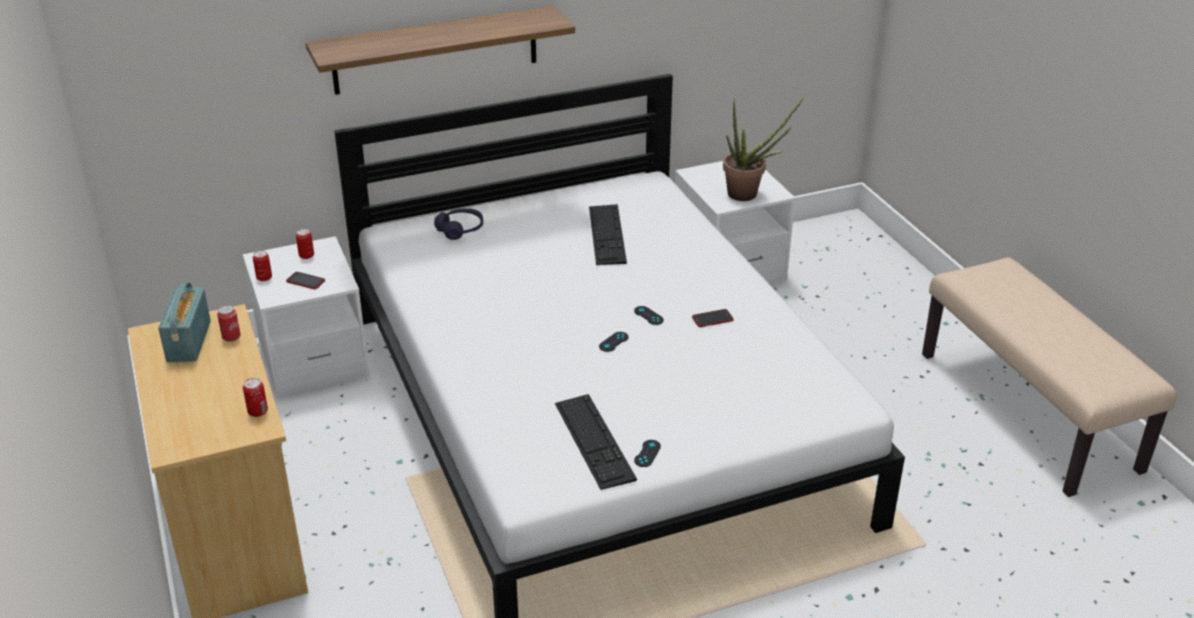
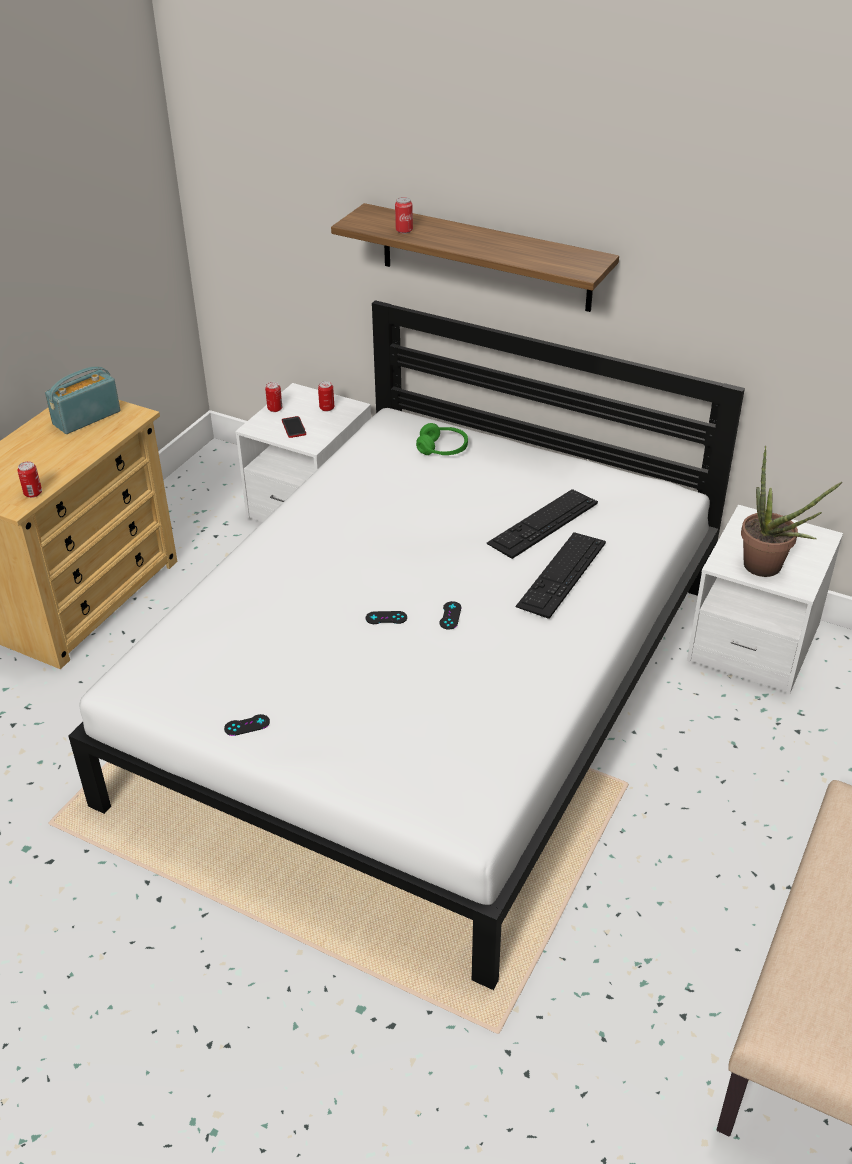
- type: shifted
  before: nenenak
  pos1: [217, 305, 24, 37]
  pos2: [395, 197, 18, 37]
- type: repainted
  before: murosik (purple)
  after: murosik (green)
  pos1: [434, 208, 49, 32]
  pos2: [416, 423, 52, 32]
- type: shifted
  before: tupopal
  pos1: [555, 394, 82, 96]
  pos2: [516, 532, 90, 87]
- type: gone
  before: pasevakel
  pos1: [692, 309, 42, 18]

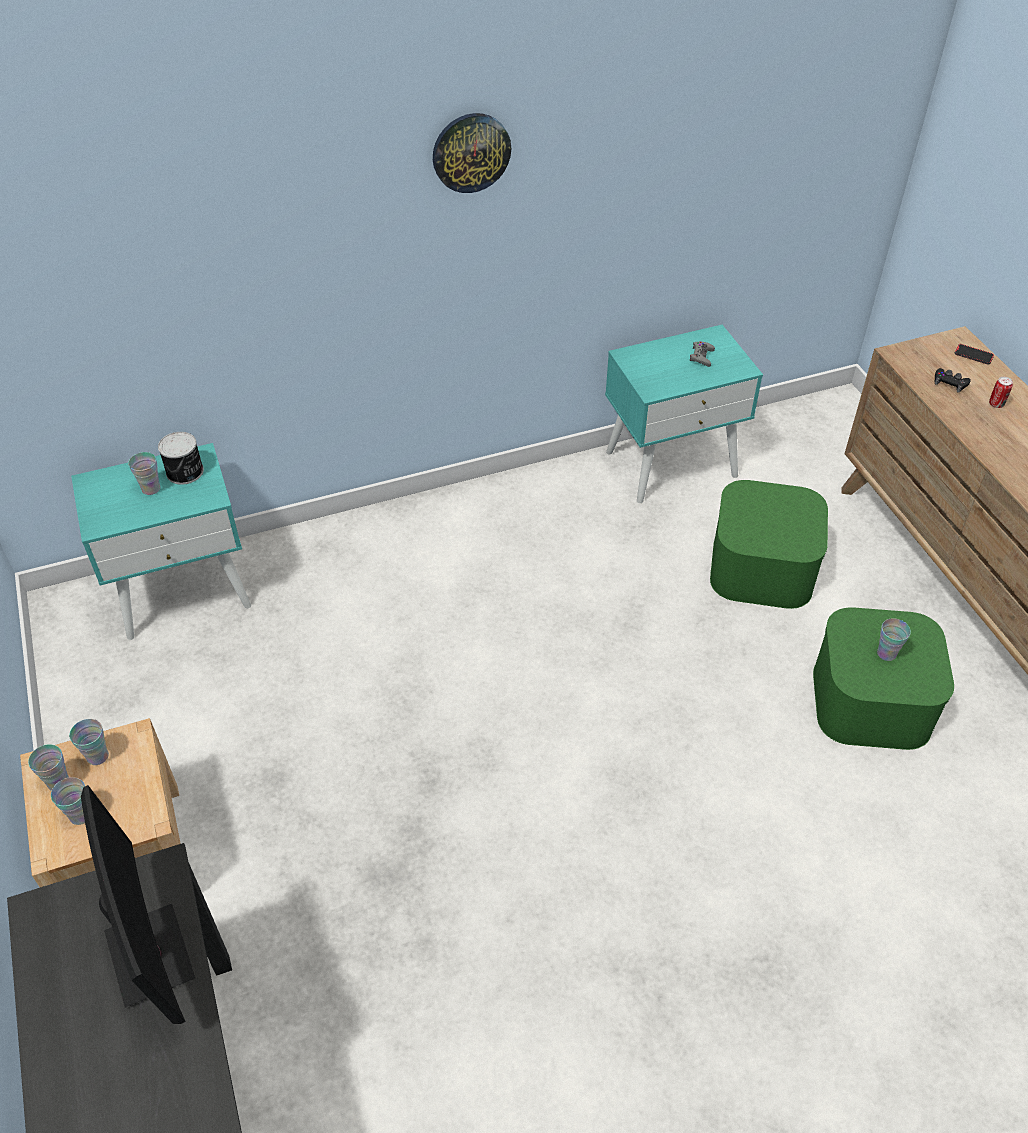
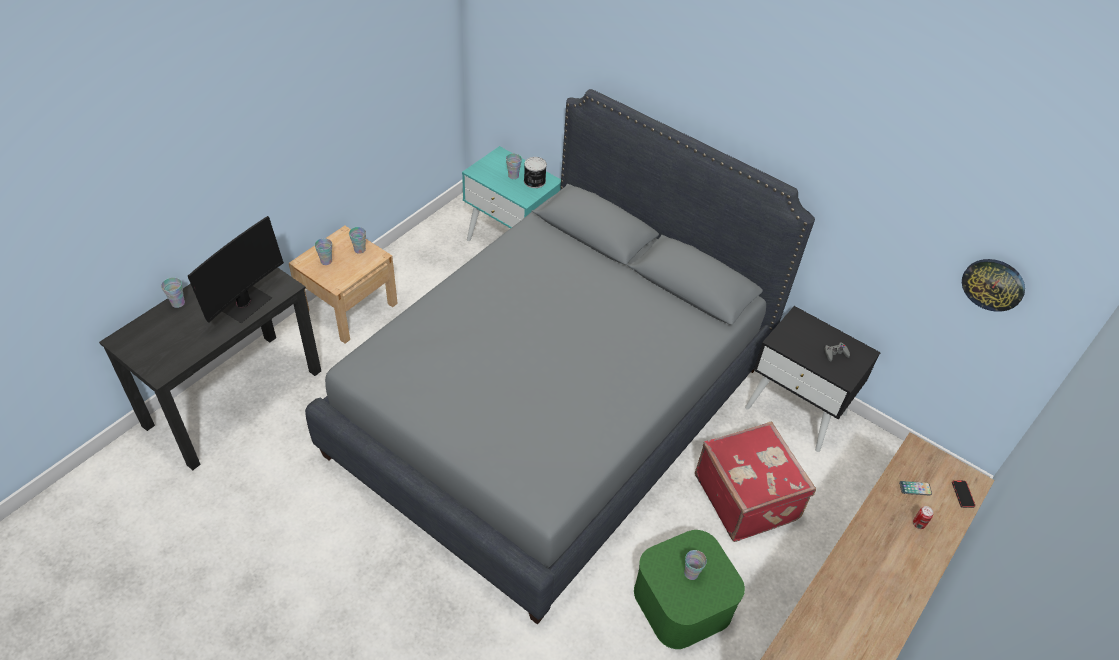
- type: shifted
  before: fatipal
  pos1: [28, 744, 41, 47]
  pos2: [161, 278, 24, 30]
- type: shifted
  before: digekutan
  pos1: [433, 113, 78, 80]
  pos2: [962, 259, 63, 53]
- type: repainted
  before: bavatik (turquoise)
  after: bavatik (black)
  pos1: [605, 325, 158, 178]
  pos2: [745, 306, 136, 146]
- type: swapped
  before: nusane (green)
  after: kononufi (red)
  pos1: [710, 480, 118, 129]
  pos2: [695, 421, 121, 121]
- type: swapped
  before: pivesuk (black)
  after: pasevakel
  pos1: [935, 368, 36, 25]
  pos2: [899, 481, 33, 14]
- type: new
  after: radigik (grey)
  pos2: [305, 89, 510, 536]

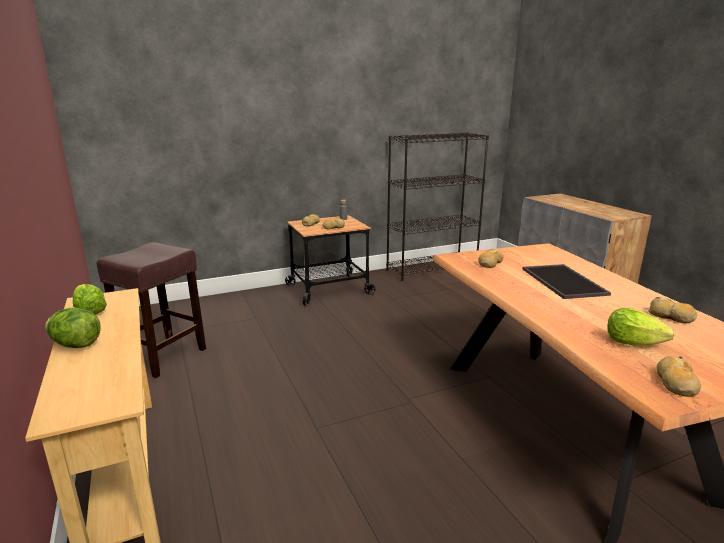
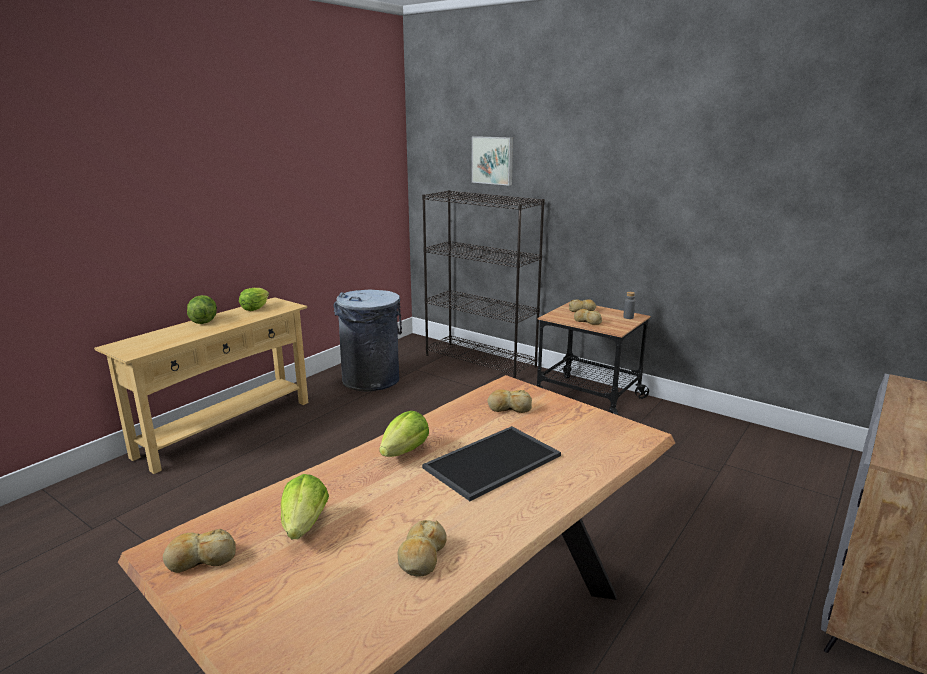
- type: swapped
  before: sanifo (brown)
  after: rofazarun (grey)
  pos1: [97, 242, 109, 136]
  pos2: [333, 290, 69, 101]
- type: shifted
  before: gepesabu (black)
  pos1: [386, 132, 103, 149]
  pos2: [422, 190, 123, 189]
- type: new
  after: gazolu
  pos2: [379, 411, 50, 46]
- type: new
  after: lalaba
  pos2: [472, 136, 41, 50]

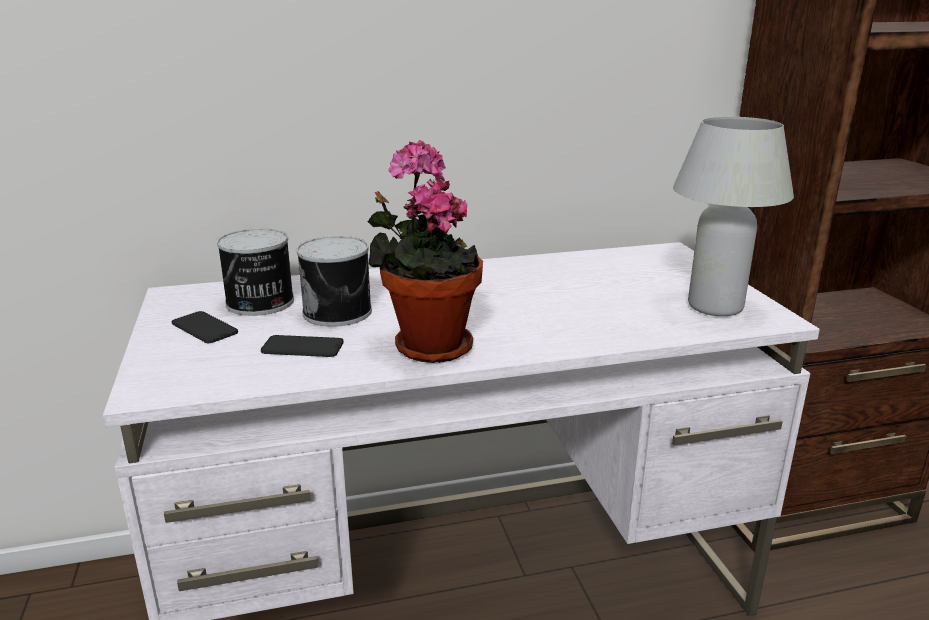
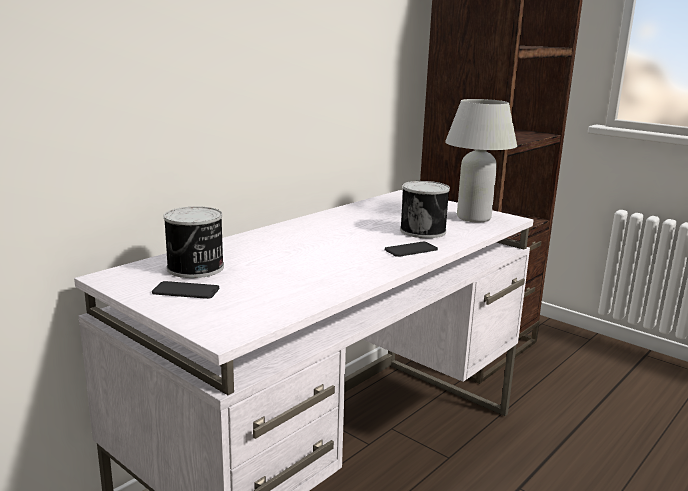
- type: shifted
  before: pasevakel
  pos1: [261, 335, 83, 22]
  pos2: [385, 242, 53, 15]
- type: shifted
  before: nenenak
  pos1: [296, 236, 76, 91]
  pos2: [400, 181, 50, 57]
- type: gone
  before: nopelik
  pos1: [368, 140, 115, 223]

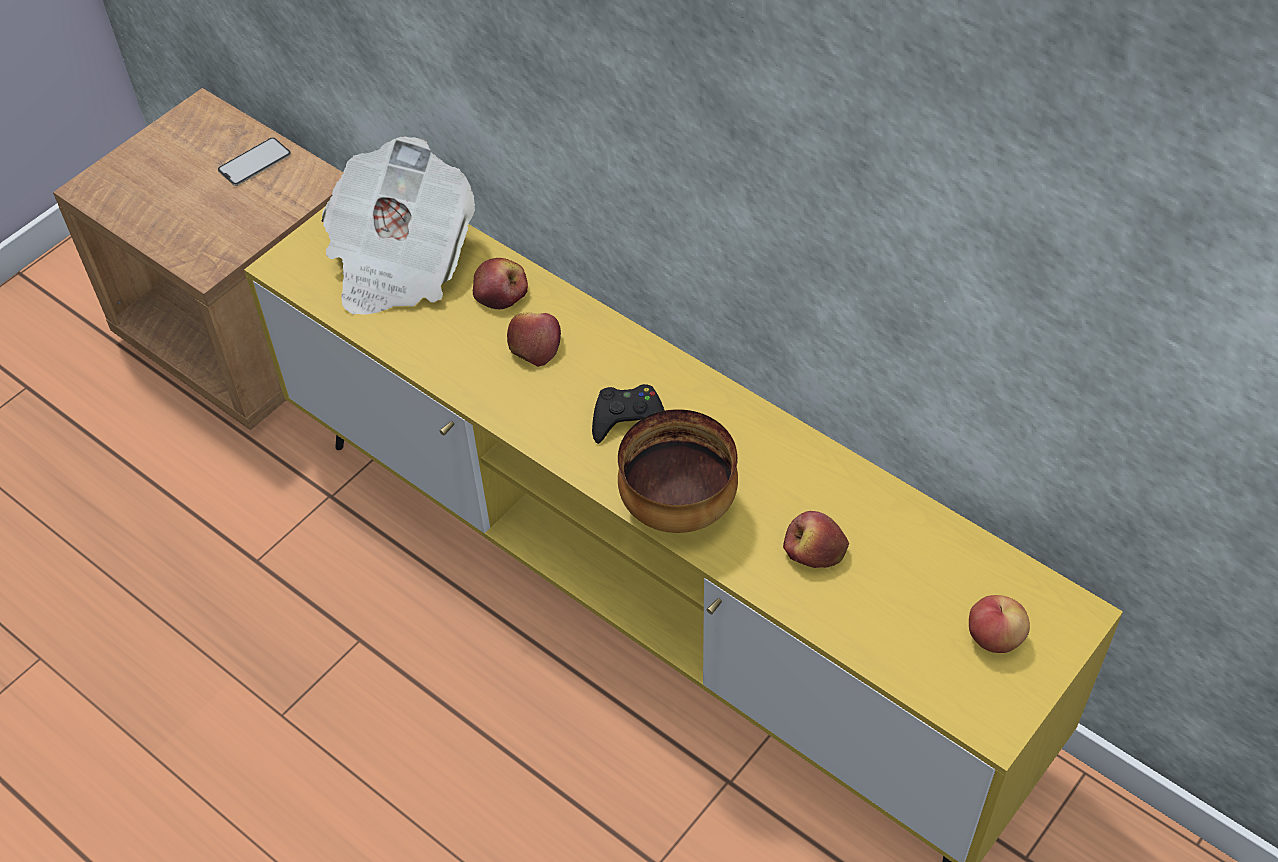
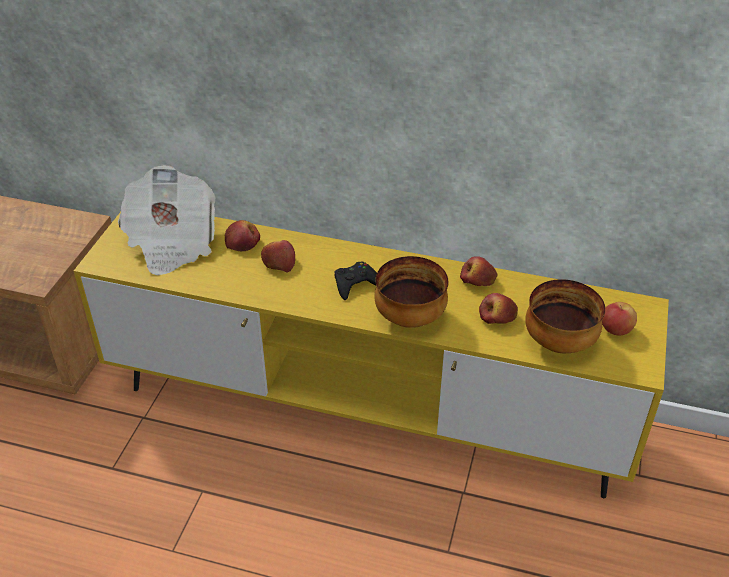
- type: gone
  before: pasevakel
  pos1: [218, 137, 73, 49]
- type: new
  after: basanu
  pos2: [460, 256, 38, 30]
- type: new
  after: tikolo
  pos2: [525, 279, 80, 74]

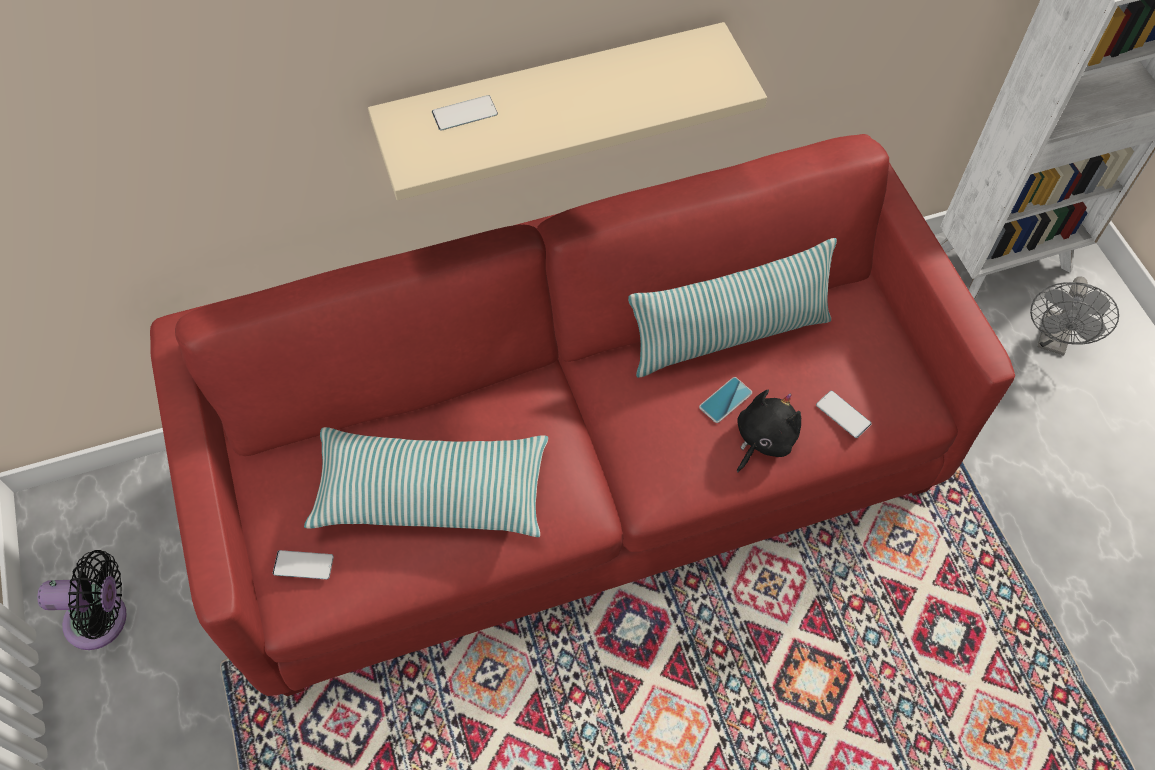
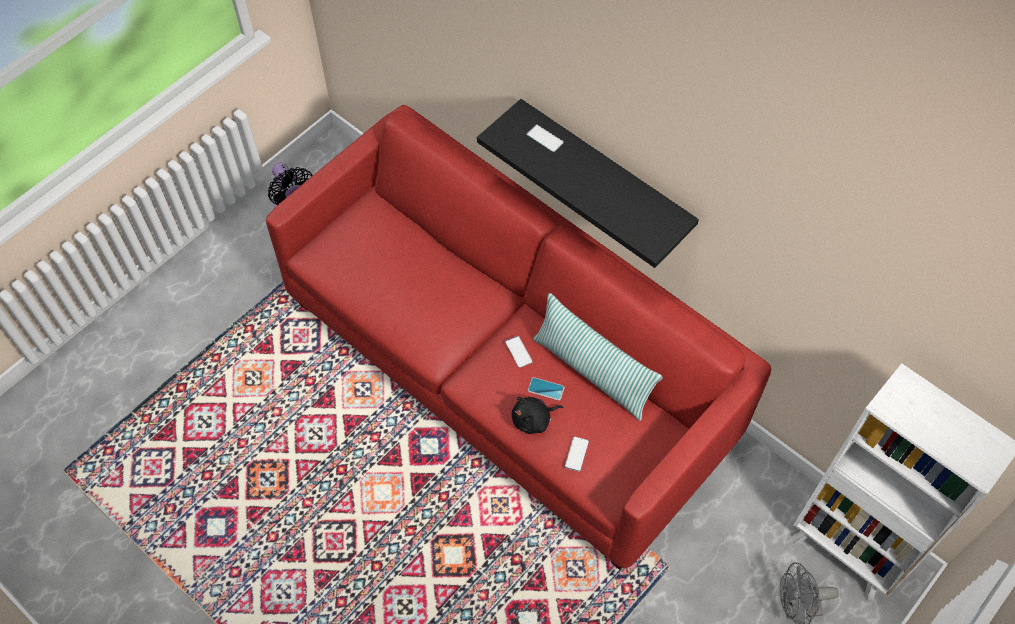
- type: shifted
  before: pasevakel
  pos1: [273, 550, 61, 29]
  pos2: [505, 336, 28, 32]
- type: gone
  before: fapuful
  pos1: [304, 427, 244, 110]
- type: repainted
  before: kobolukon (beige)
  after: kobolukon (black)
  pos1: [368, 22, 399, 179]
  pos2: [477, 99, 222, 169]
- type: rotated
  before: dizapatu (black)
  pos1: [737, 390, 64, 82]
  pos2: [512, 397, 51, 37]
  turn: 150

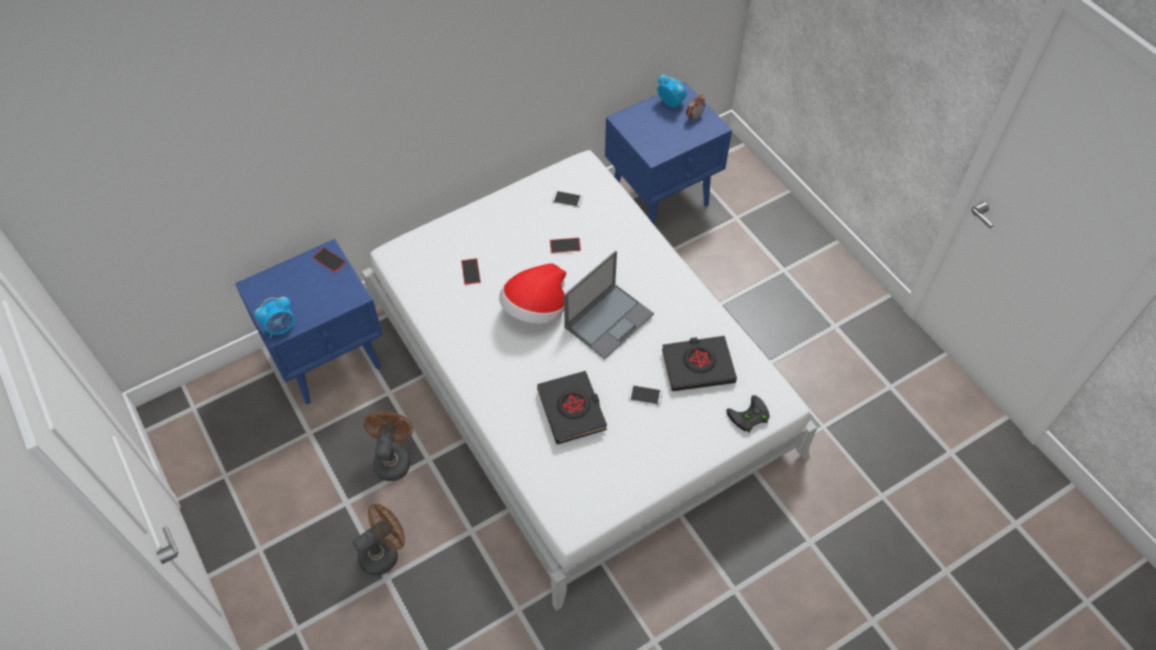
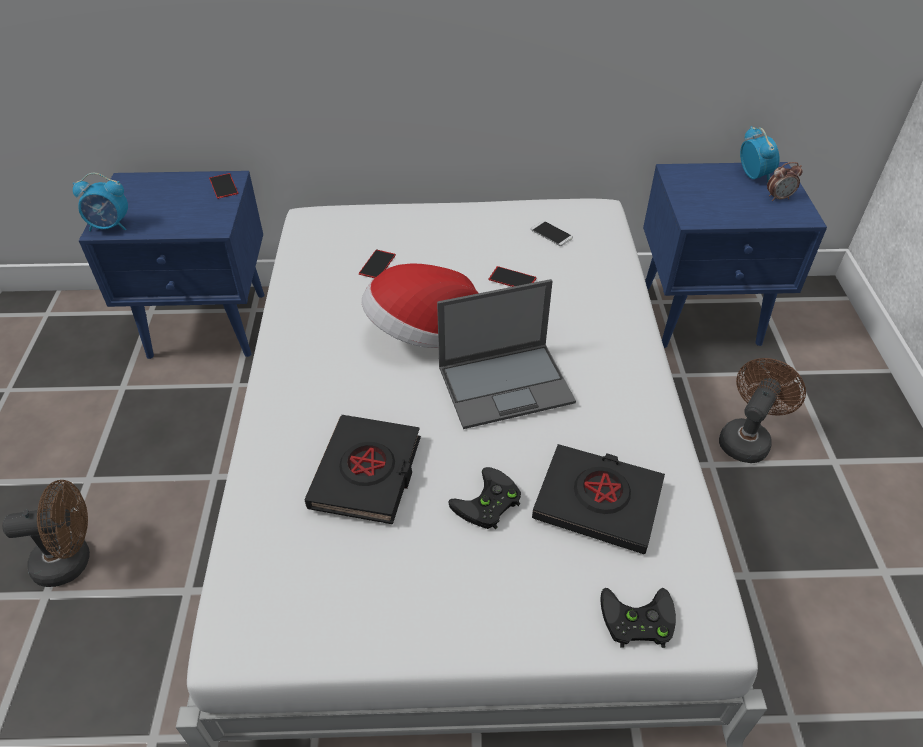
- type: shifted
  before: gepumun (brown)
  pos1: [364, 411, 49, 70]
  pos2: [719, 358, 87, 105]
- type: swapped
  before: pasevakel
  after: pivesuk (black)
  pos1: [628, 385, 35, 20]
  pos2: [448, 467, 73, 62]

